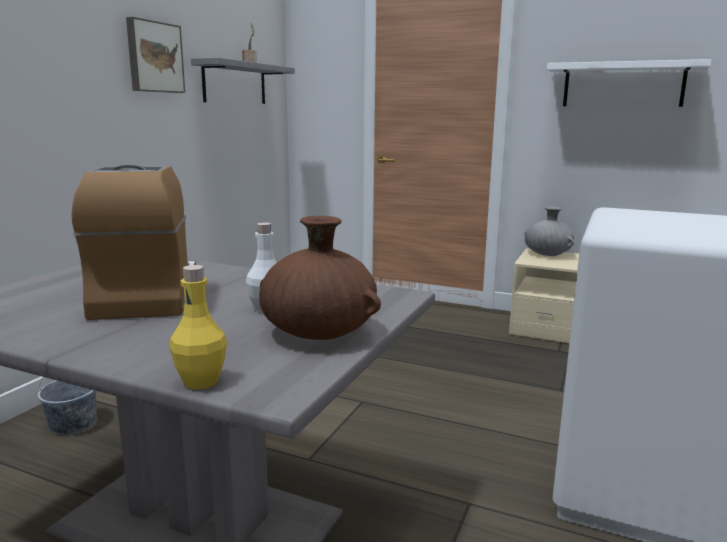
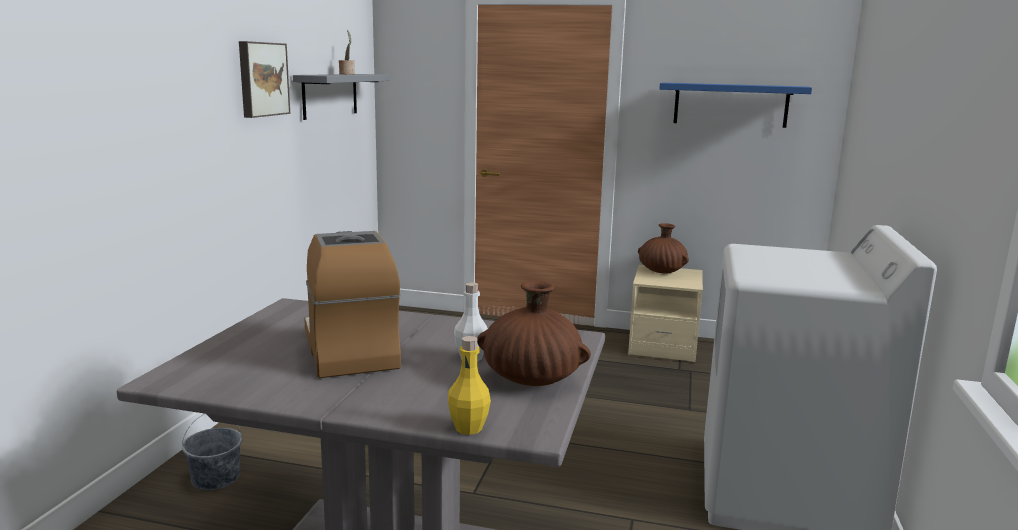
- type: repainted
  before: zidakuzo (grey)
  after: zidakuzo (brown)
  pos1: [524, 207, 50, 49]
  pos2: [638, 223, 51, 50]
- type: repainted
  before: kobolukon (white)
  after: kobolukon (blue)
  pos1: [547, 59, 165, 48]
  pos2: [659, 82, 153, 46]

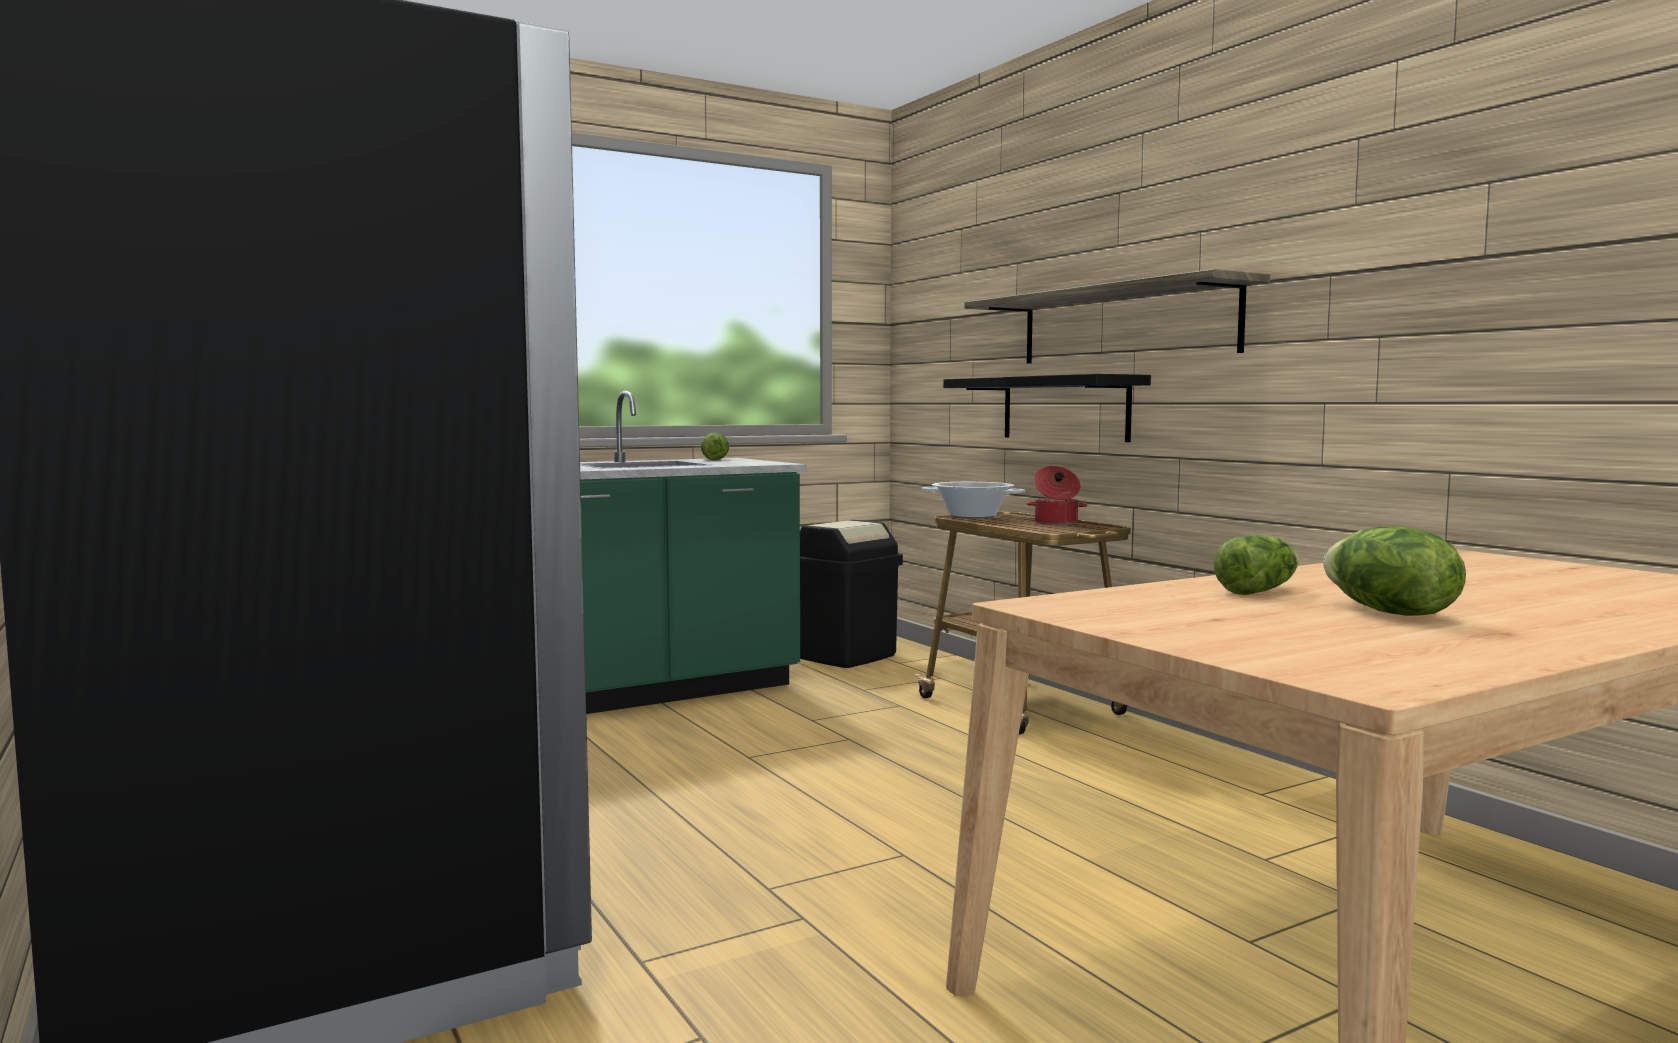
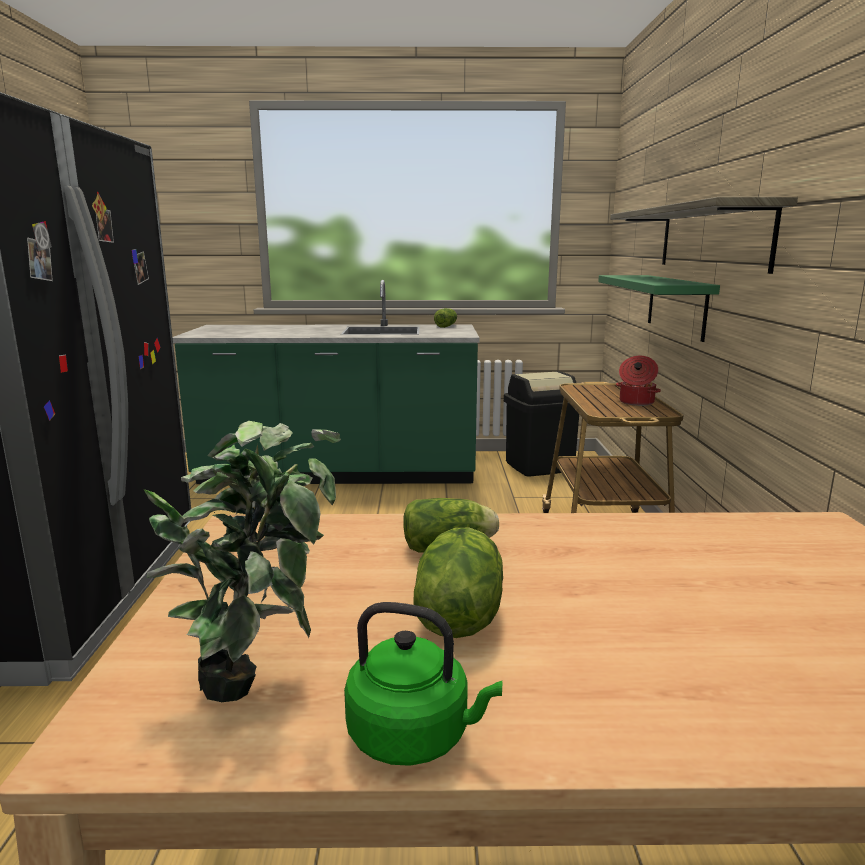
- type: gone
  before: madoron
  pos1: [922, 482, 103, 37]
- type: repainted
  before: kobolukon (black)
  after: kobolukon (green)
  pos1: [943, 374, 208, 68]
  pos2: [598, 275, 122, 67]
- type: new
  after: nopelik
  pos2: [144, 421, 197, 281]
- type: new
  after: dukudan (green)
  pos2: [344, 602, 158, 164]

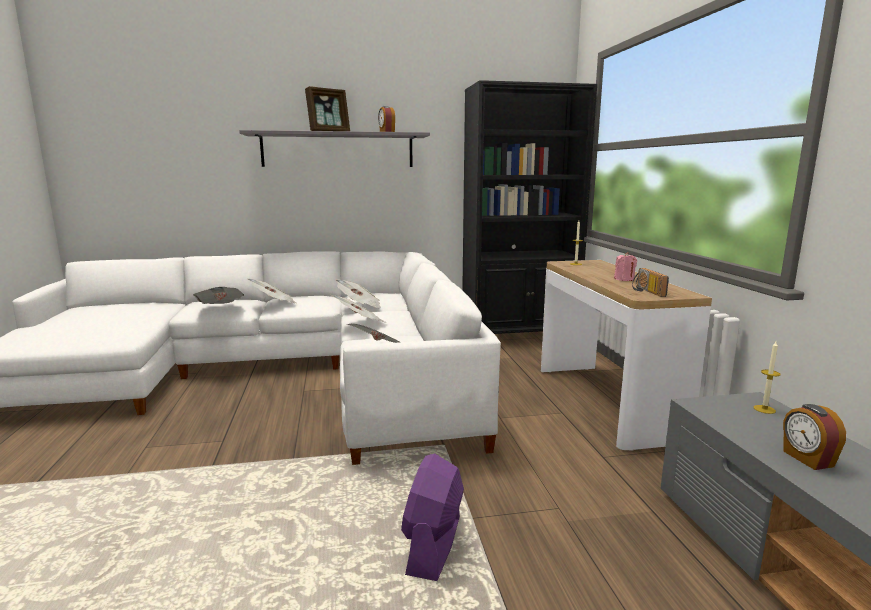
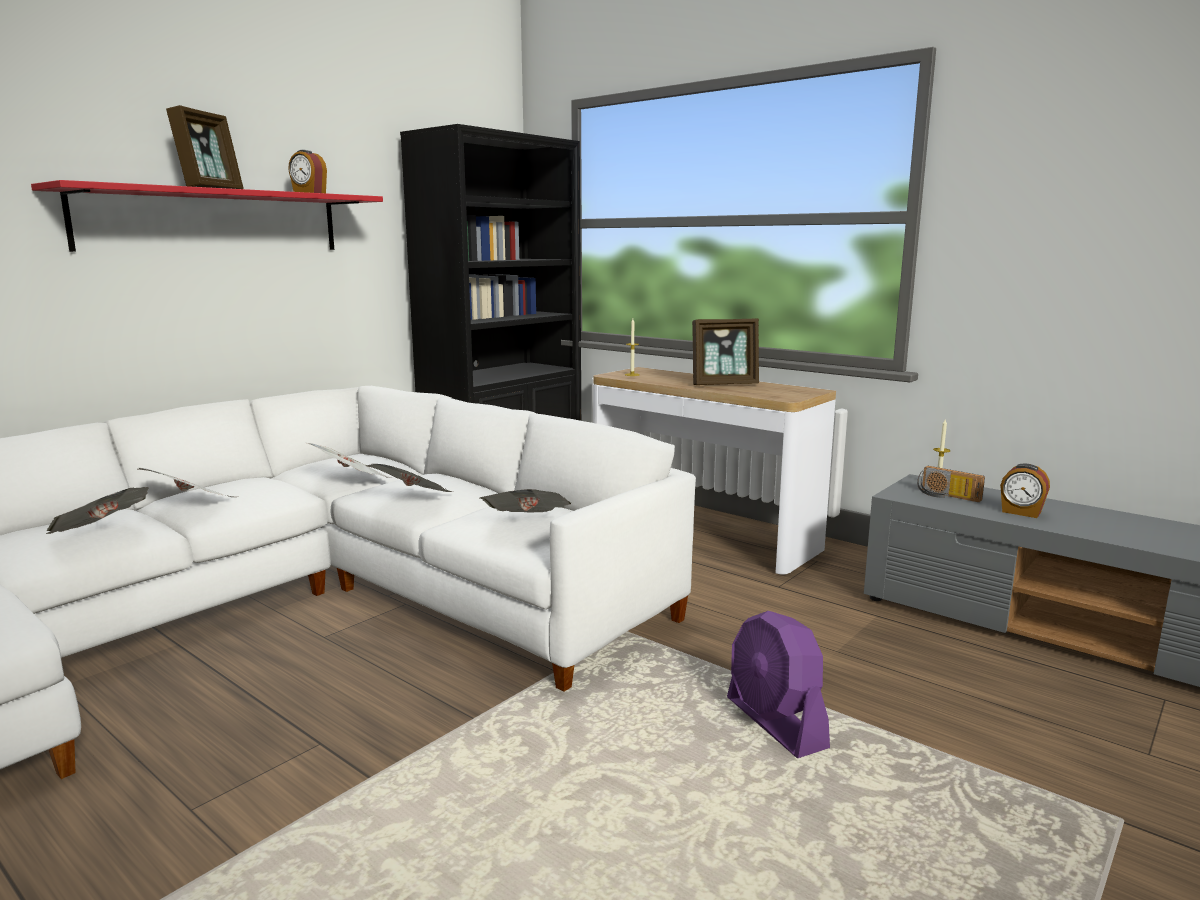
- type: repainted
  before: kobolukon (grey)
  after: kobolukon (red)
  pos1: [239, 130, 191, 37]
  pos2: [31, 180, 352, 72]
- type: swapped
  before: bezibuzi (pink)
  after: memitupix
  pos1: [614, 252, 23, 29]
  pos2: [692, 318, 67, 67]
- type: shifted
  before: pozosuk
  pos1: [632, 268, 37, 29]
  pos2: [917, 466, 68, 36]

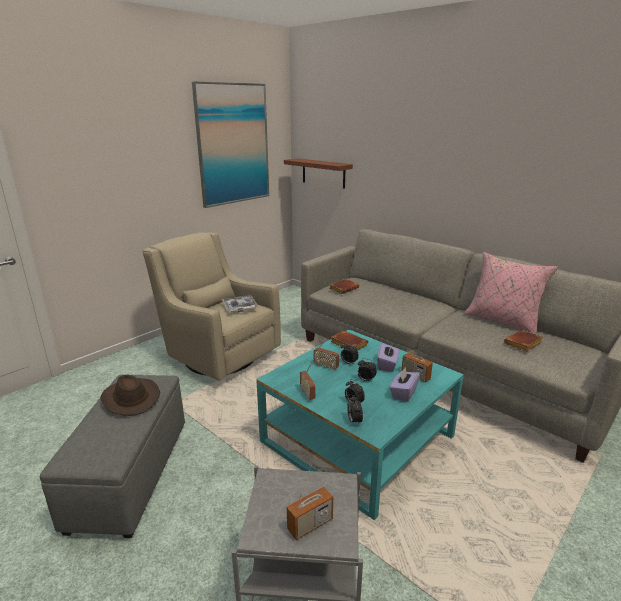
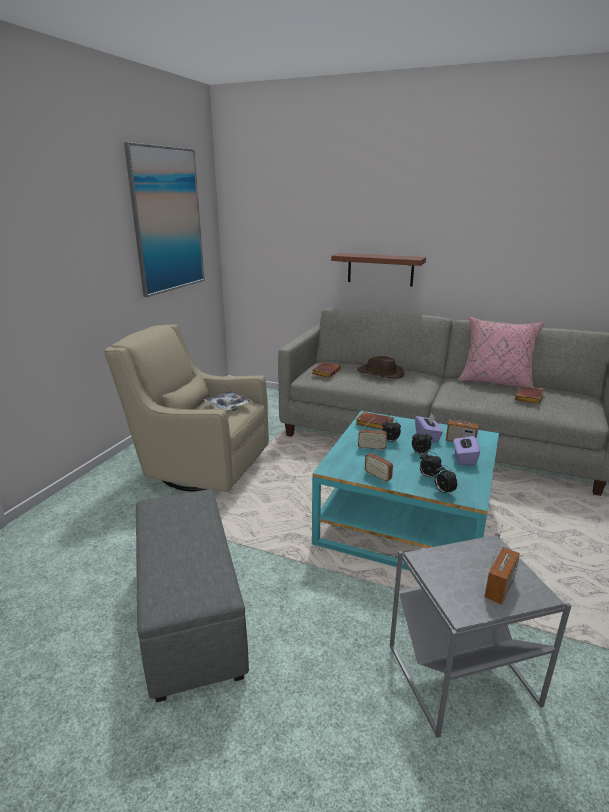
- type: shifted
  before: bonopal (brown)
  pos1: [100, 375, 60, 41]
  pos2: [357, 356, 47, 23]
- type: shifted
  before: kobolukon (brown)
  pos1: [284, 158, 69, 31]
  pos2: [331, 253, 95, 33]

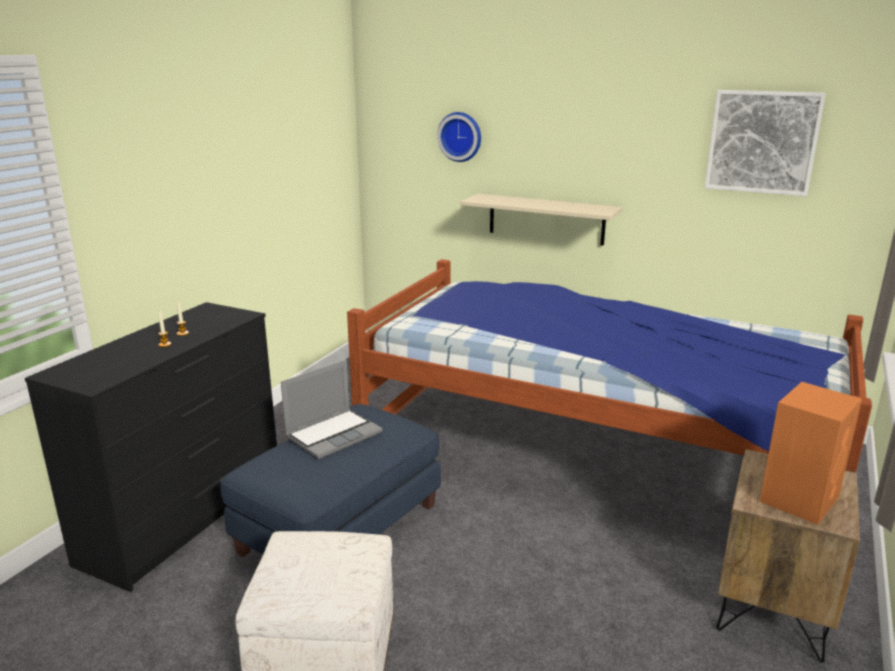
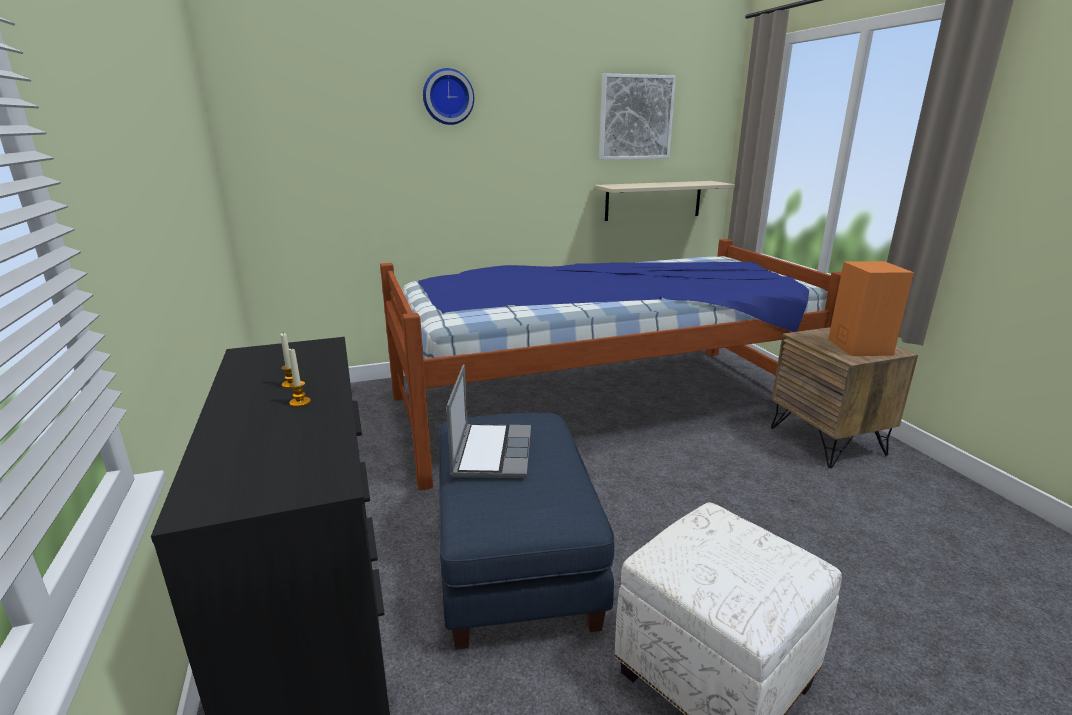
- type: shifted
  before: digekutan
  pos1: [437, 112, 44, 50]
  pos2: [423, 68, 51, 57]
- type: shifted
  before: kobolukon (beige)
  pos1: [460, 194, 162, 52]
  pos2: [594, 181, 141, 40]

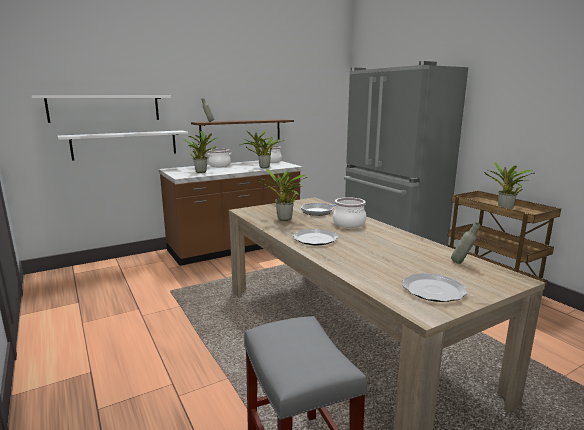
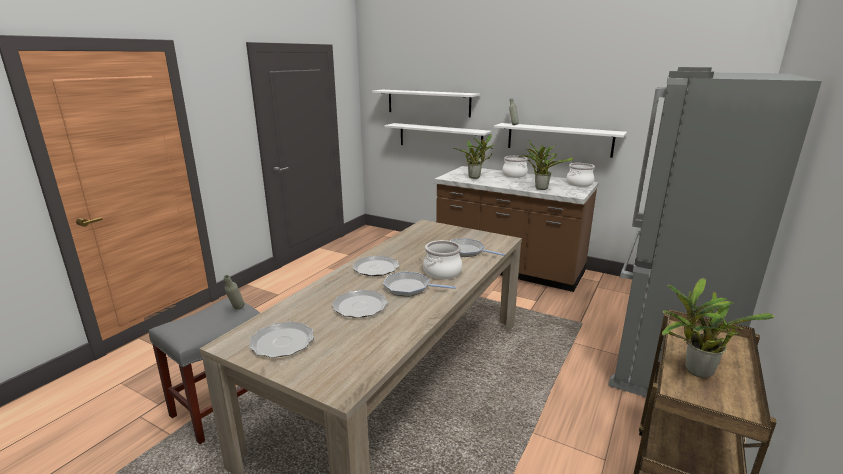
- type: repainted
  before: kobolukon (brown)
  after: kobolukon (white)
  pos1: [191, 119, 103, 22]
  pos2: [494, 123, 133, 35]
- type: gone
  before: nopelik
  pos1: [258, 169, 49, 52]
- type: shifted
  before: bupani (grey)
  pos1: [451, 222, 29, 42]
  pos2: [224, 275, 20, 35]
- type: new
  after: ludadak
  pos2: [332, 290, 56, 28]
- type: new
  after: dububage
  pos2: [383, 271, 73, 26]

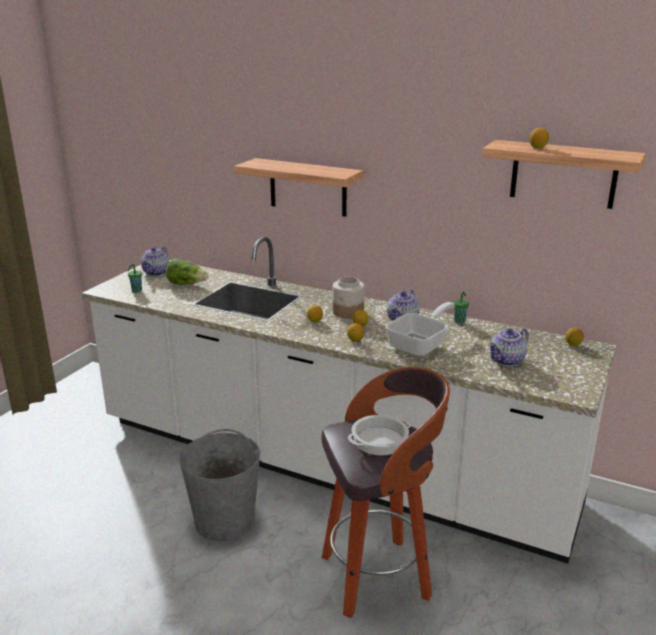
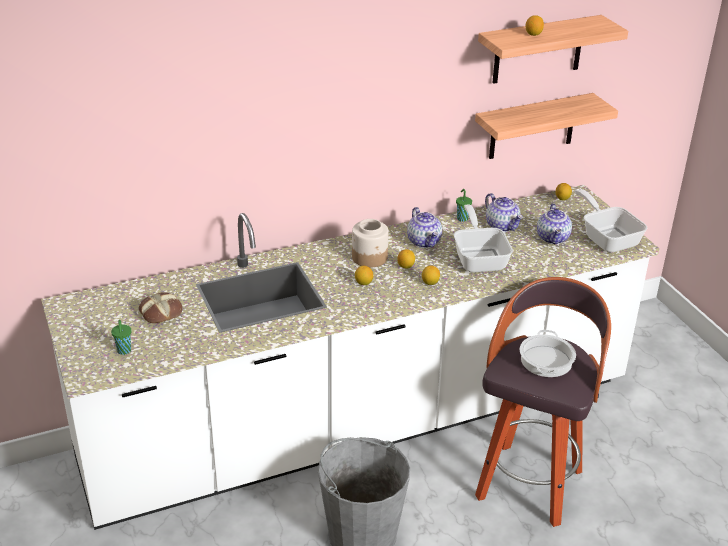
- type: shifted
  before: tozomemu
  pos1: [141, 246, 28, 30]
  pos2: [485, 193, 38, 39]
- type: swapped
  before: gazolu
  after: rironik
  pos1: [166, 258, 42, 27]
  pos2: [139, 292, 43, 31]
- type: shifted
  before: kobolukon
  pos1: [234, 158, 130, 59]
  pos2: [475, 93, 143, 66]
- type: new
  after: dububage
  pos2: [575, 189, 72, 64]

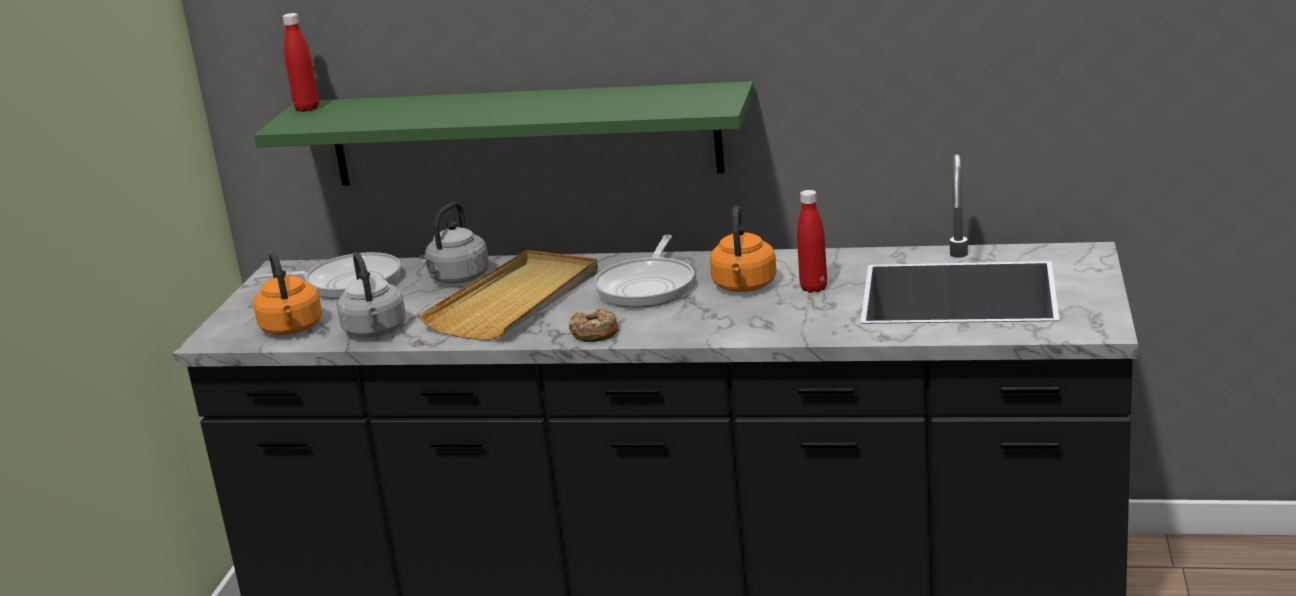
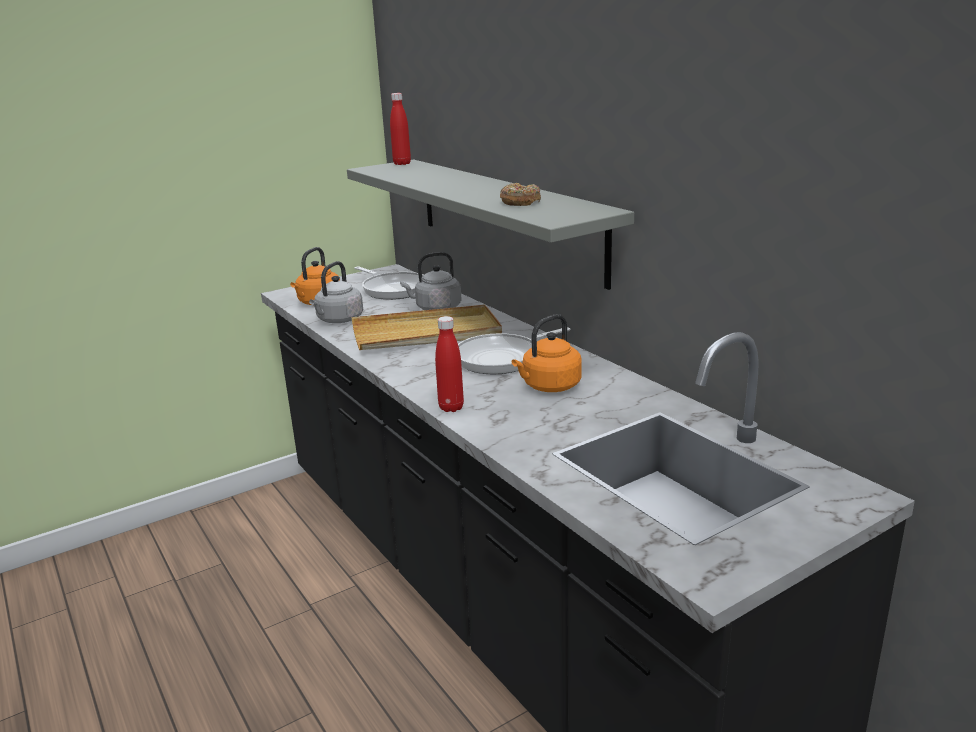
- type: repainted
  before: kobolukon (green)
  after: kobolukon (grey)
  pos1: [254, 81, 500, 105]
  pos2: [347, 160, 287, 130]
- type: shifted
  before: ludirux
  pos1: [569, 308, 50, 34]
  pos2: [500, 183, 41, 23]
- type: shifted
  before: bupani (red)
  pos1: [797, 190, 30, 103]
  pos2: [435, 316, 29, 96]

